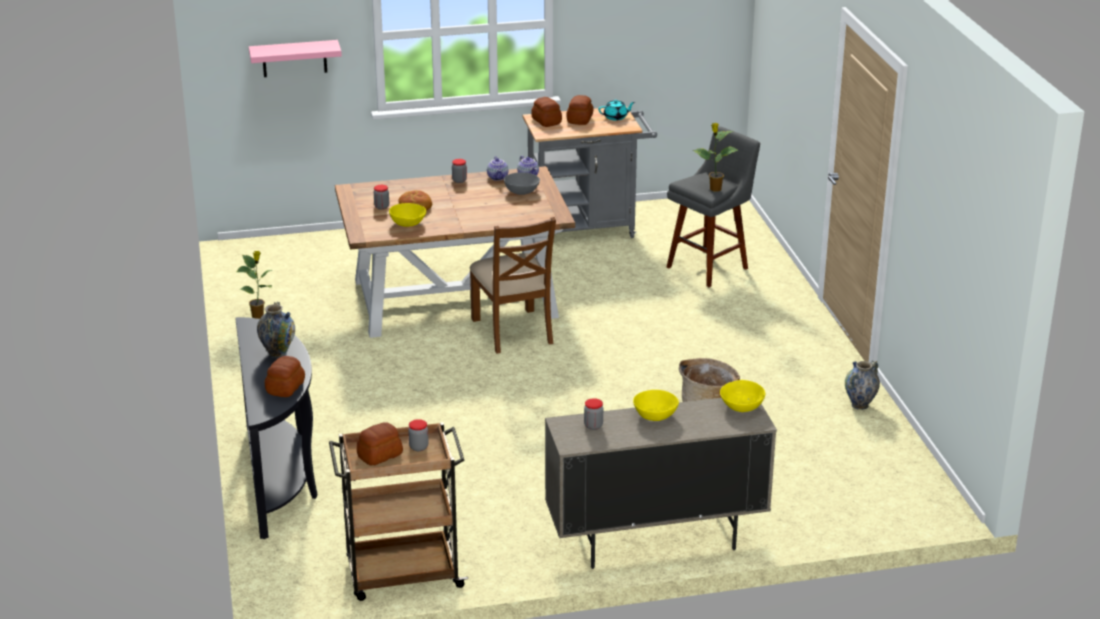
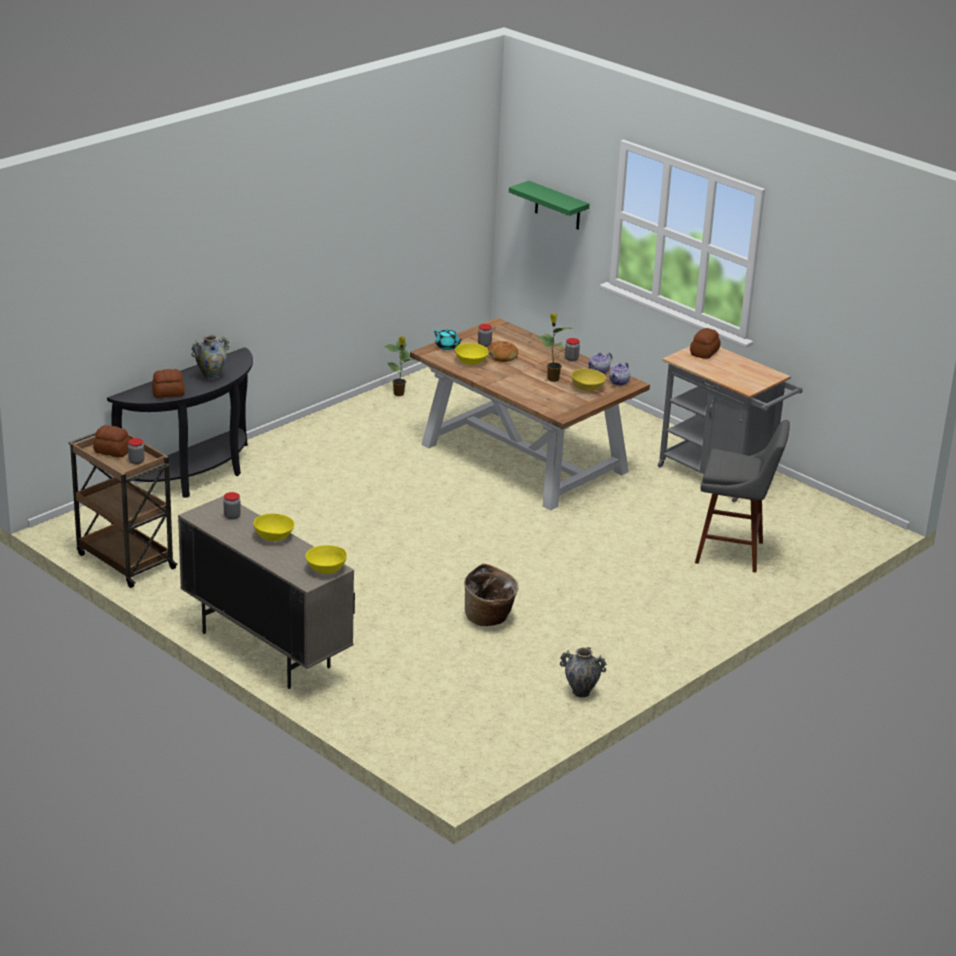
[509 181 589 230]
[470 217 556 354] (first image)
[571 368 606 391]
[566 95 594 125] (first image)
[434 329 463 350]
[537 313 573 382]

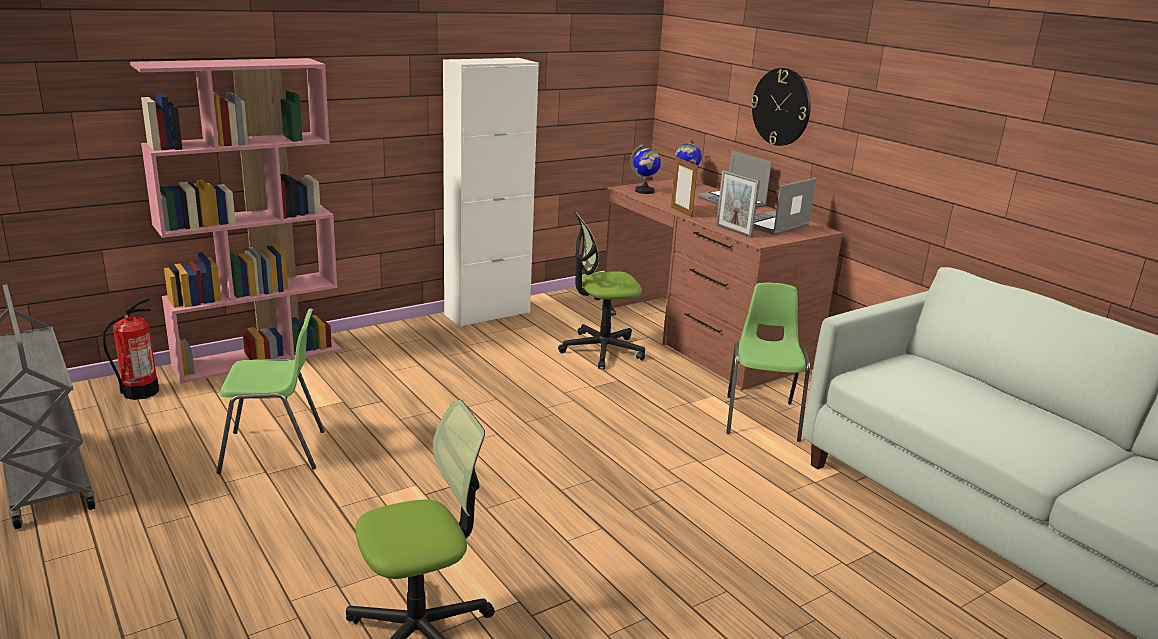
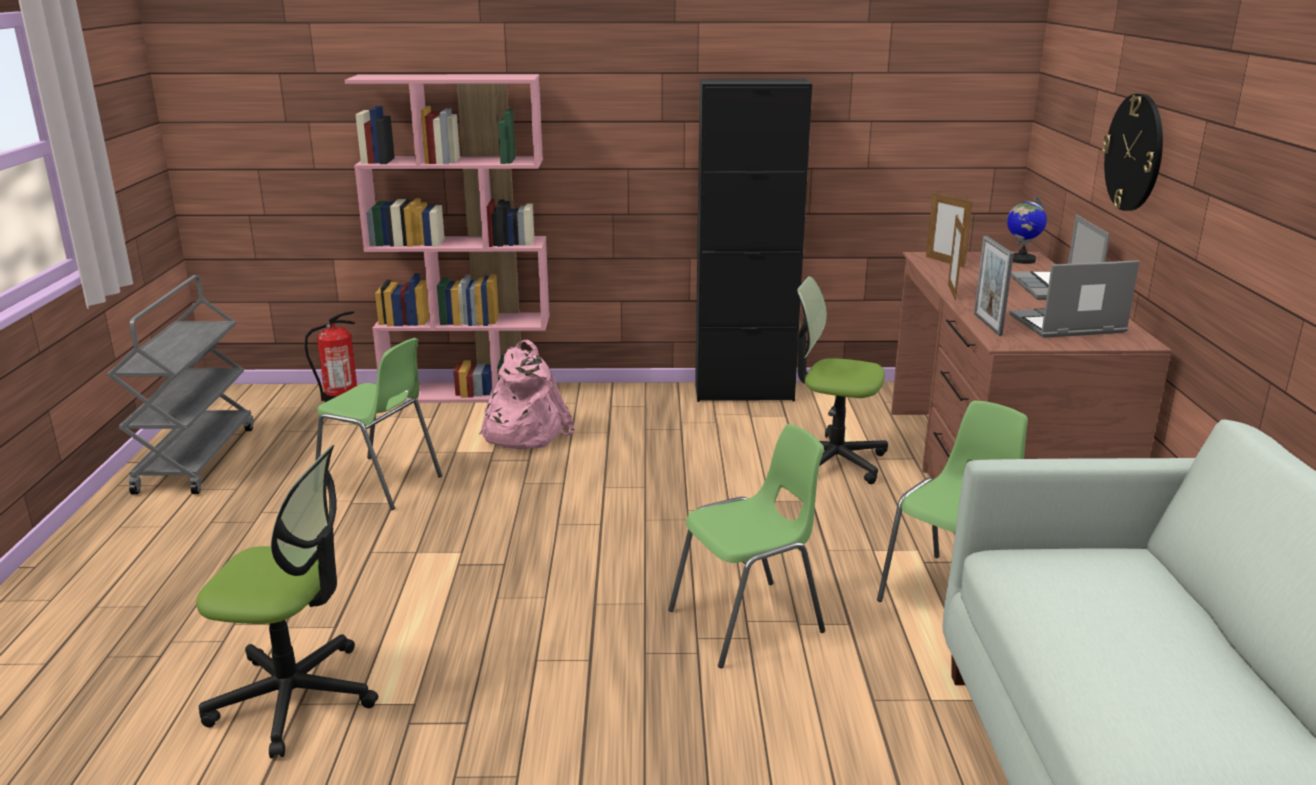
[695 79 812 402]
[926 191 973 268]
[479 340 575 449]
[668 424 825 668]

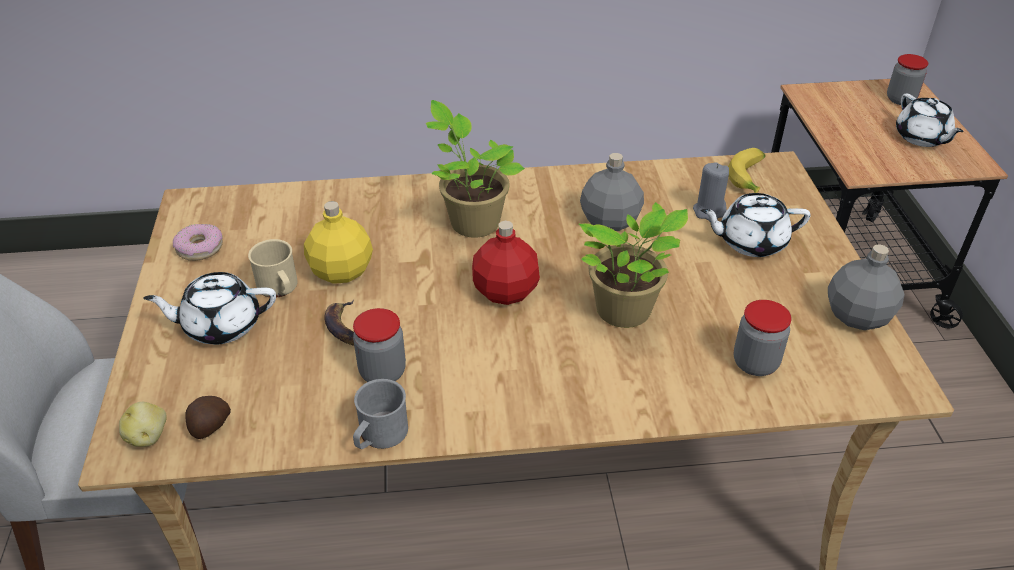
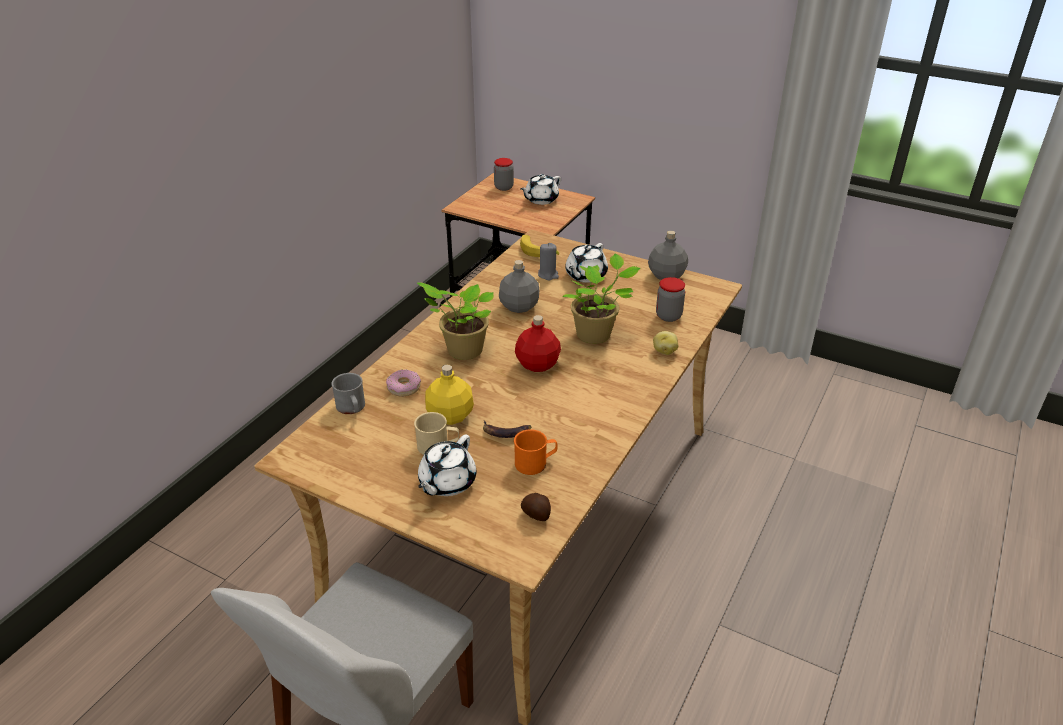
[653 331 679 355]
[386 369 421 397]
[353 308 406 382] (first image)
[331 373 365 414]
[520 174 561 205]
[514 429 558 475]

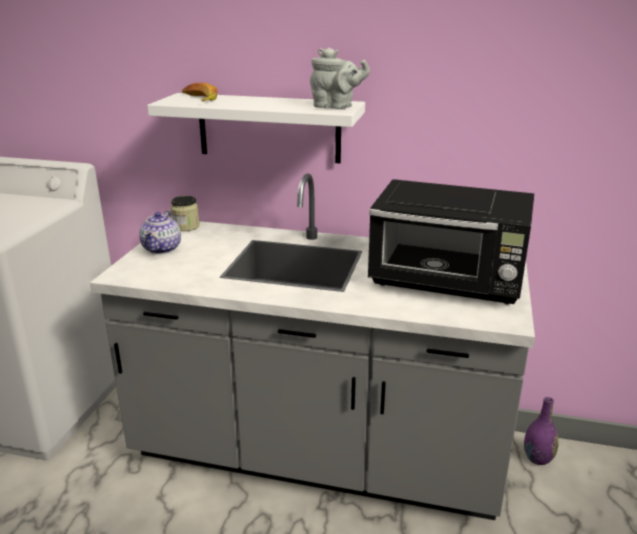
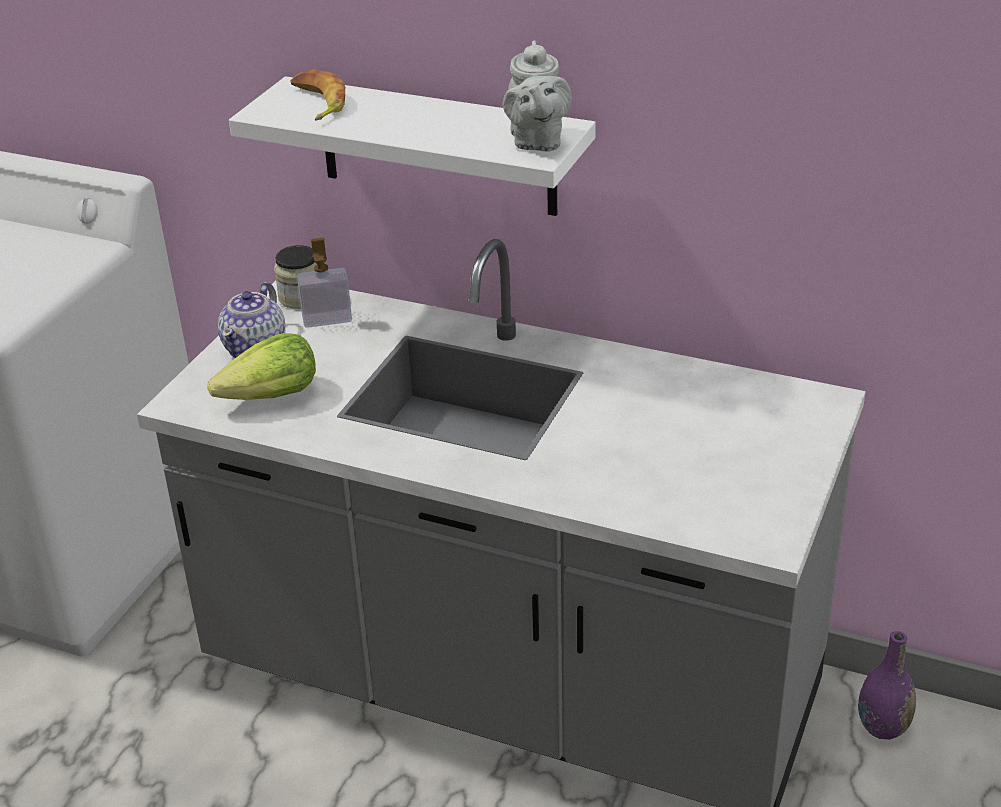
[503 40 571 151]
[368 179 534 304] (first image)
[207 333 316 400]
[297 238 352 328]

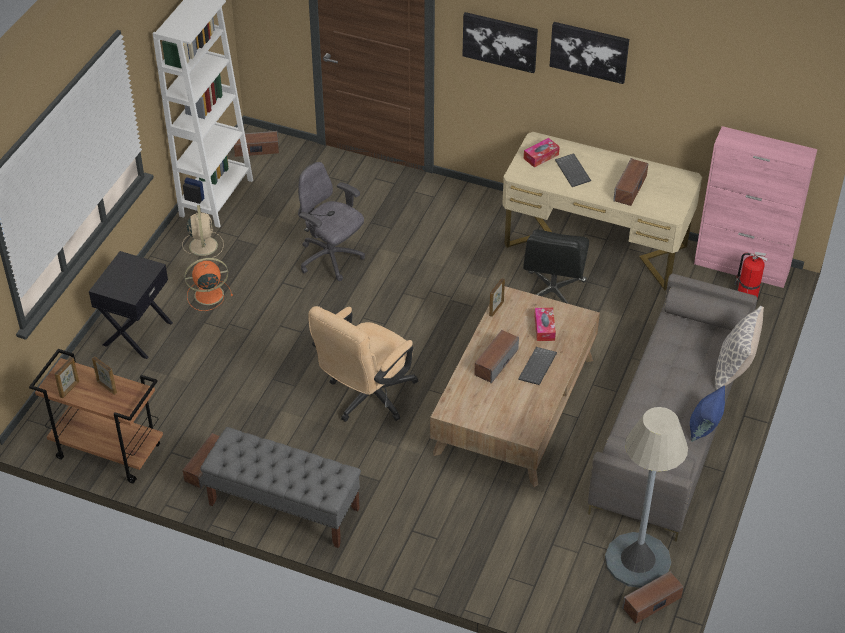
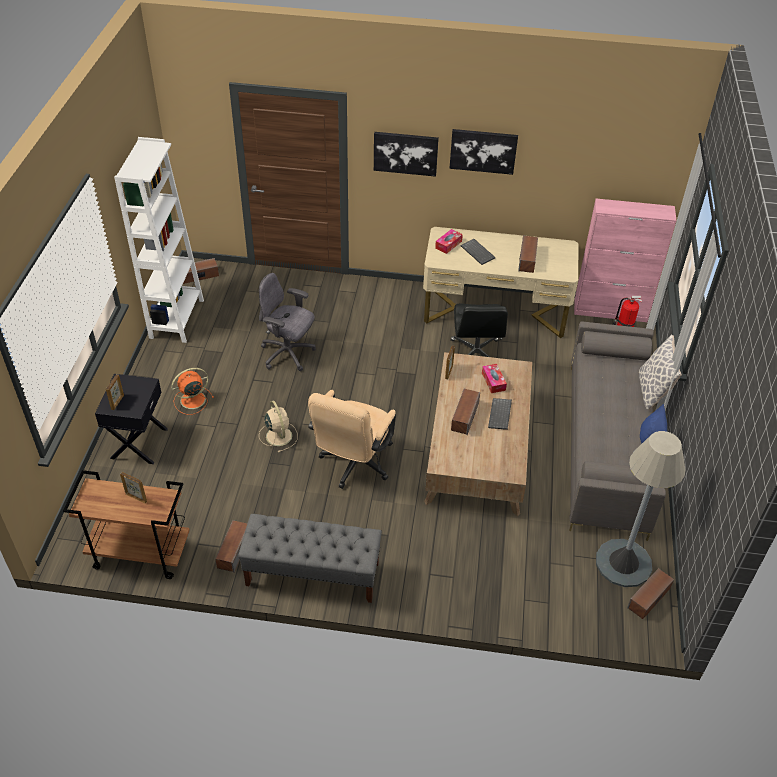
[106 374 124 410]
[259 401 298 452]

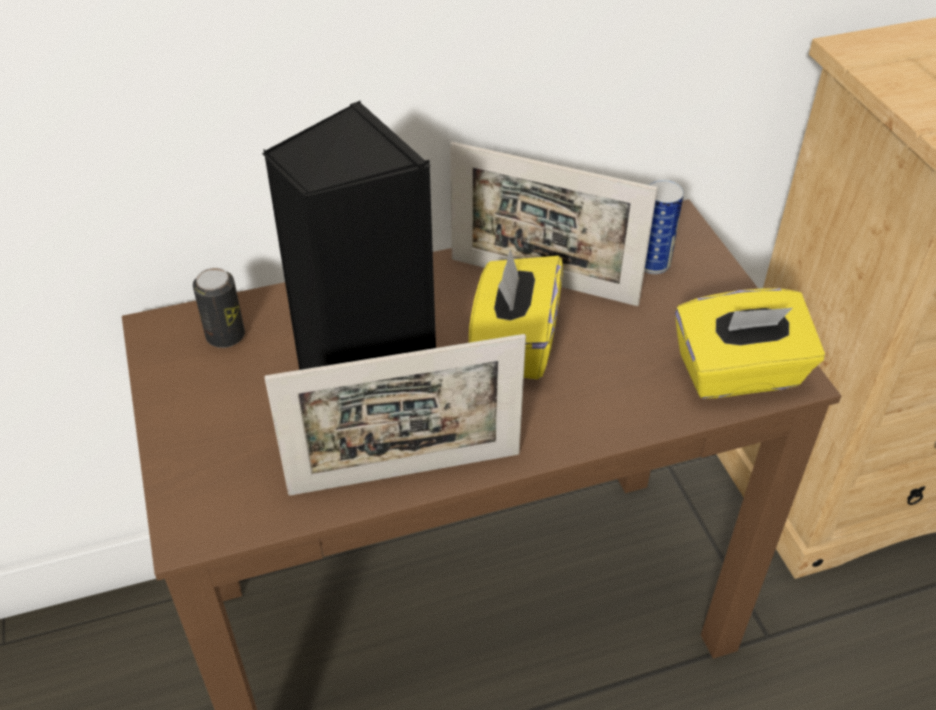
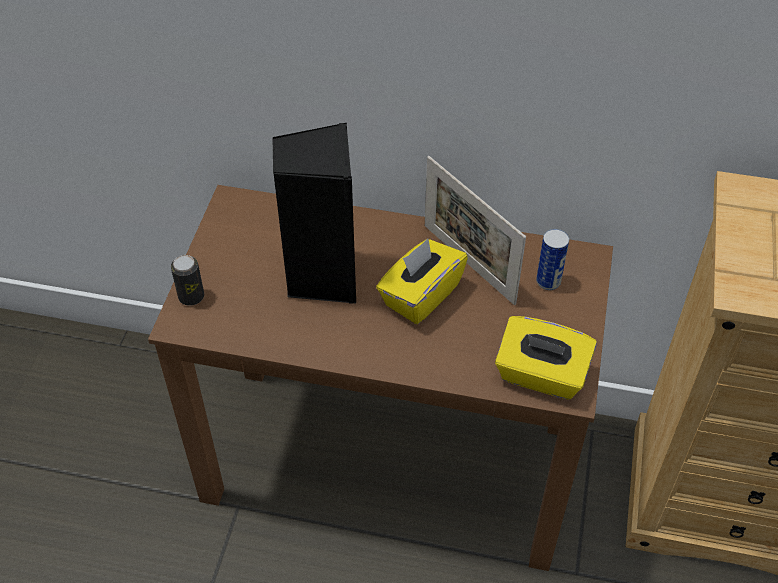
[171 255 204 306]
[264 334 526 496] (first image)

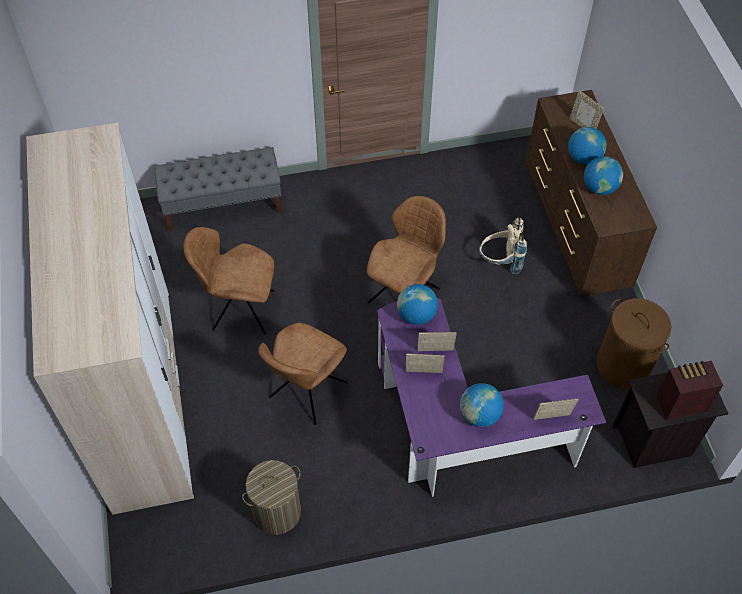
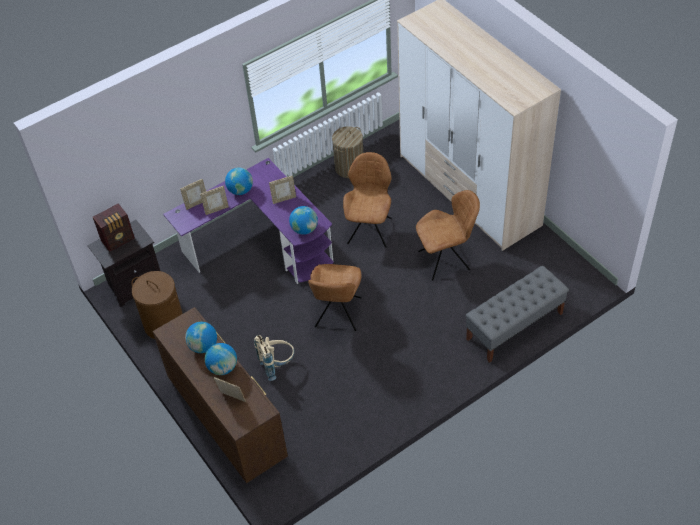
[200 186 229 215]

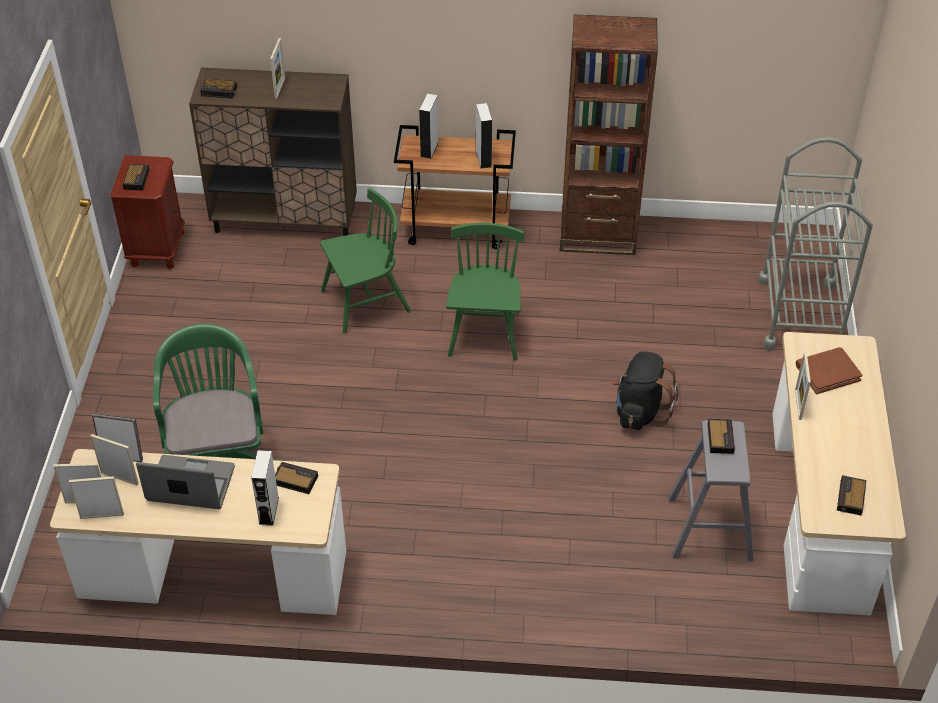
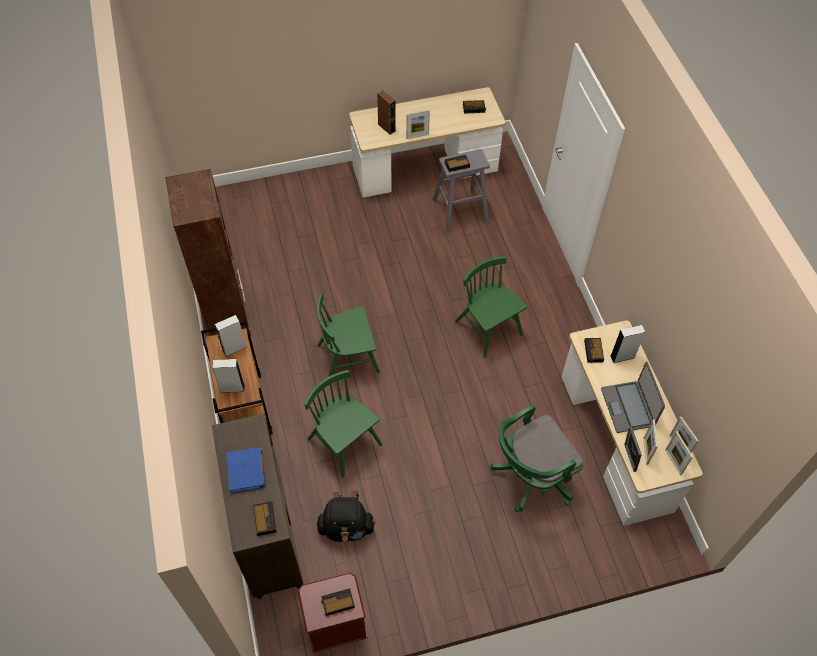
[227 447 265 493]
[317 491 376 542]
[758 137 873 350] (first image)
[377 91 396 135]
[455 256 527 358]

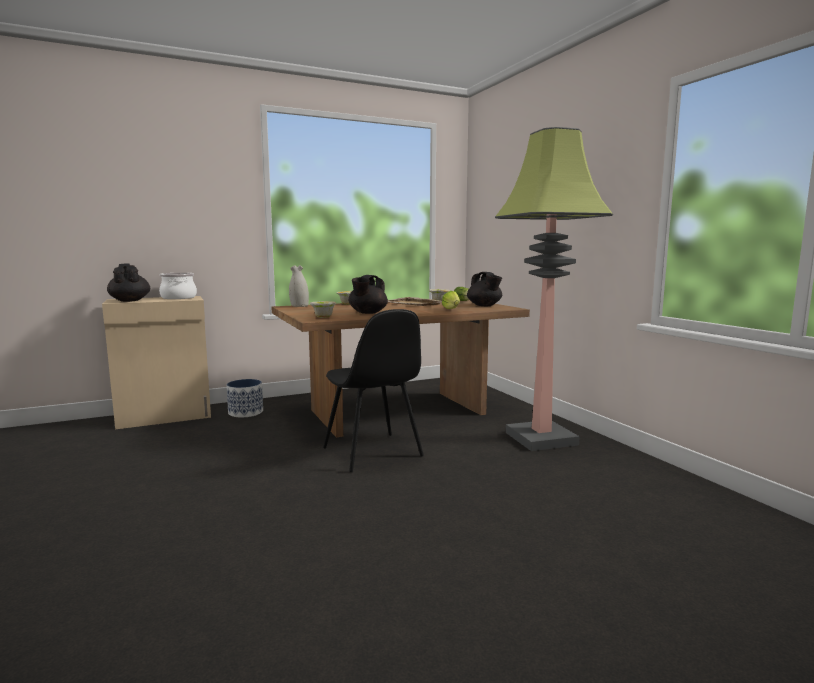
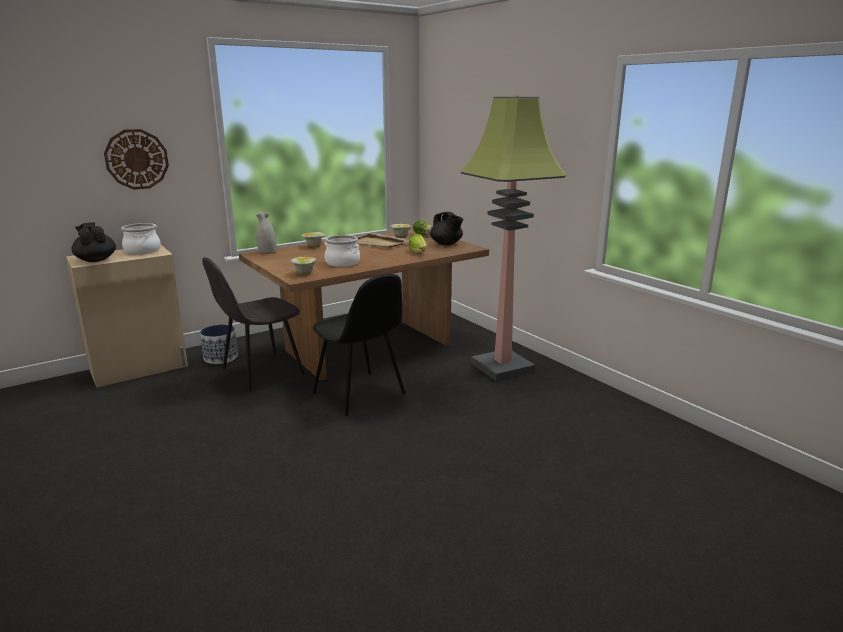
[324 235 360 267]
[104 129 169 190]
[202 257 305 391]

